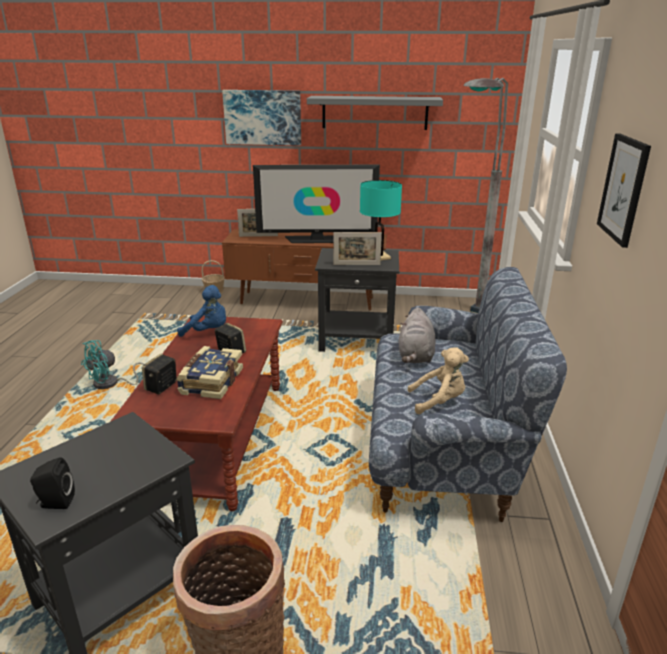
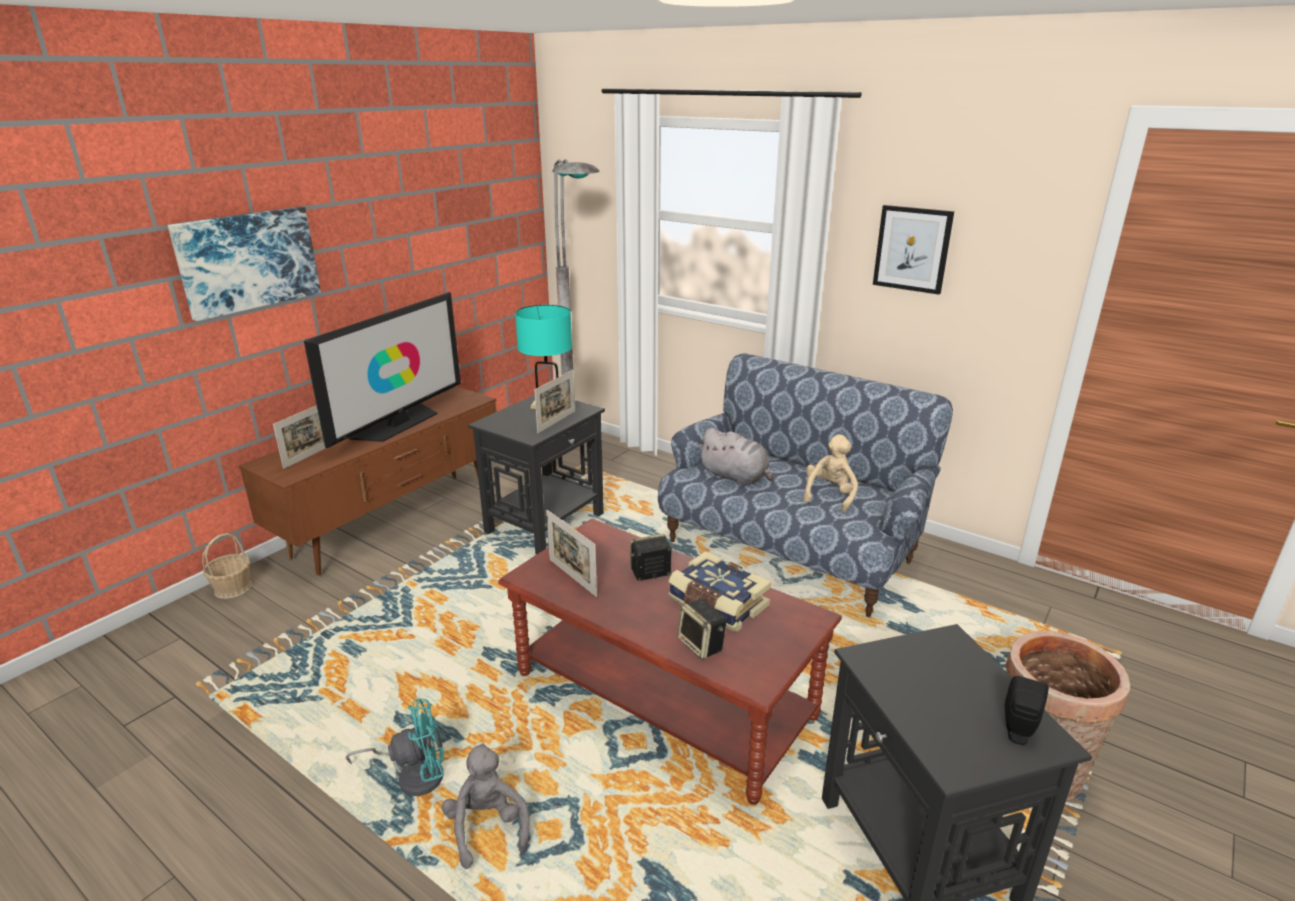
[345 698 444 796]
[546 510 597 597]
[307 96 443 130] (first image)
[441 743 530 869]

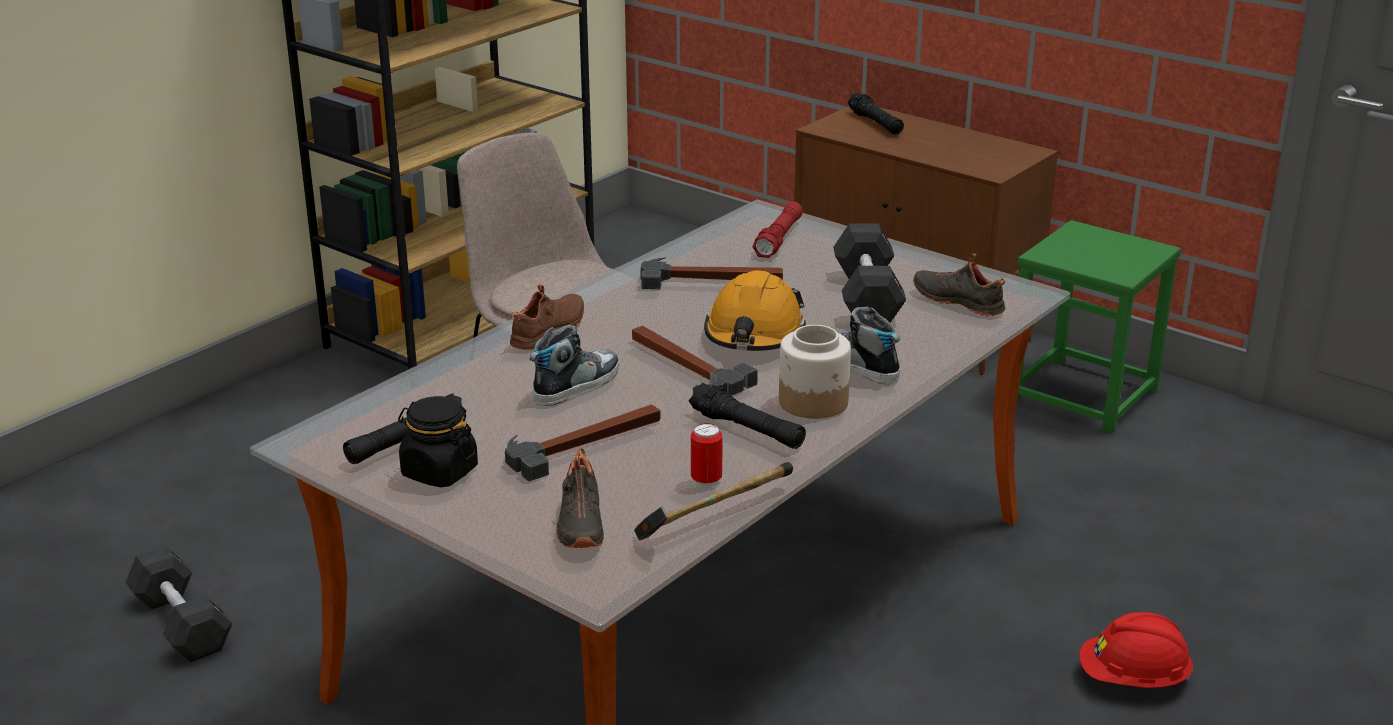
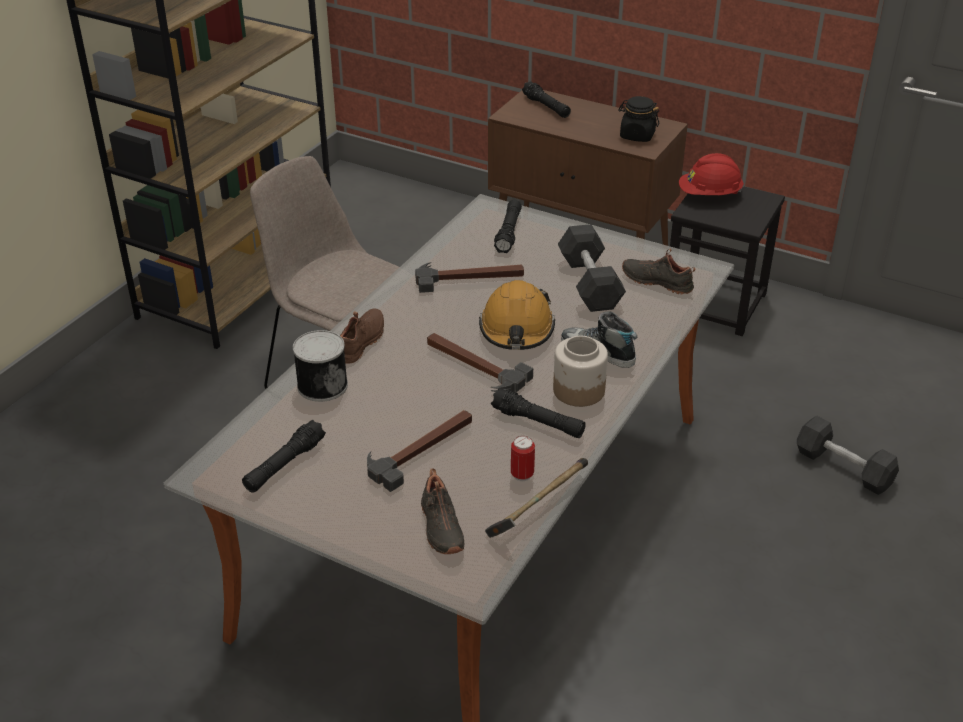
[797 416 899 495]
[618 96 659 142]
[530 325 620 406] (first image)
[494 200 522 253]
[670 186 785 336]
[679 153 744 195]
[293 330 348 402]

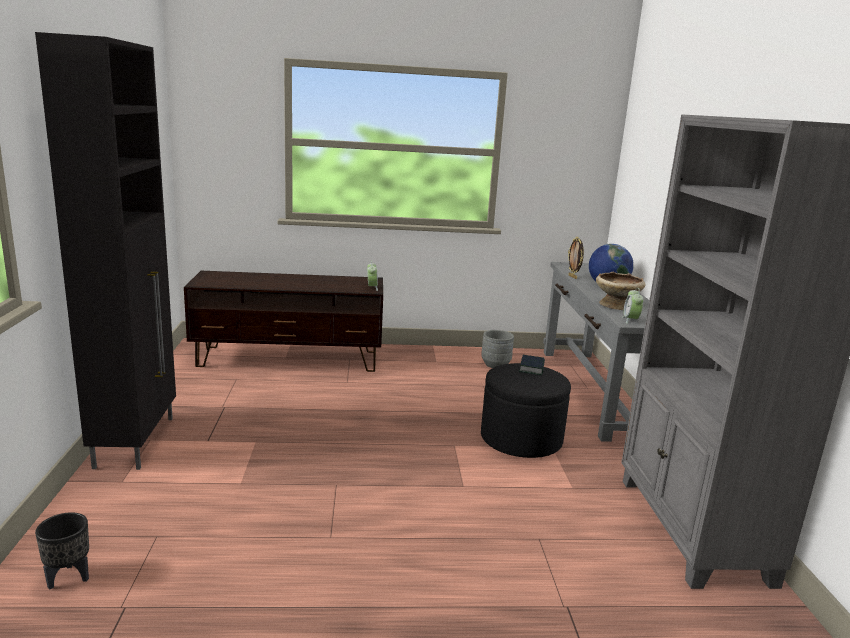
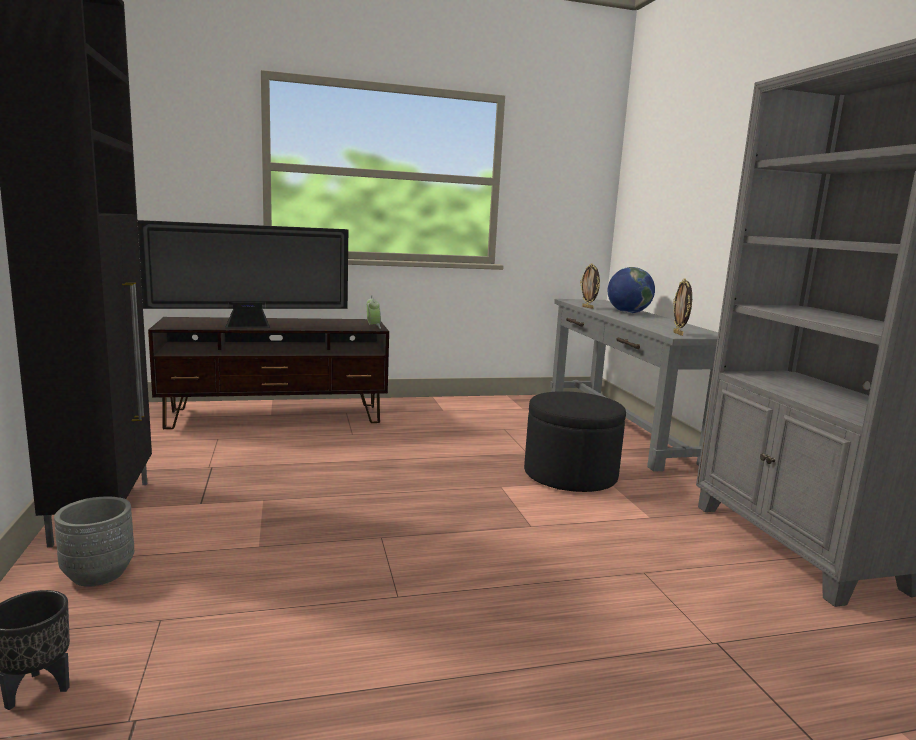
[54 497 134 587]
[519 355 545 375] (first image)
[596 272 646 310] (first image)
[673 278 692 336]
[138 220 348 328]

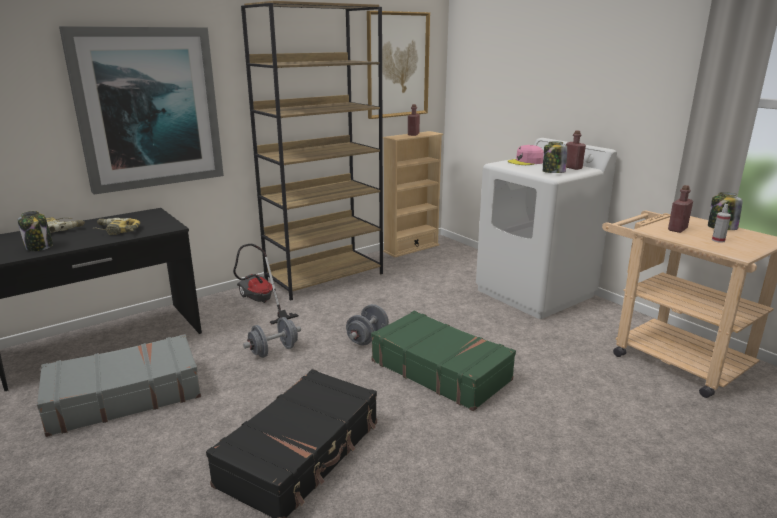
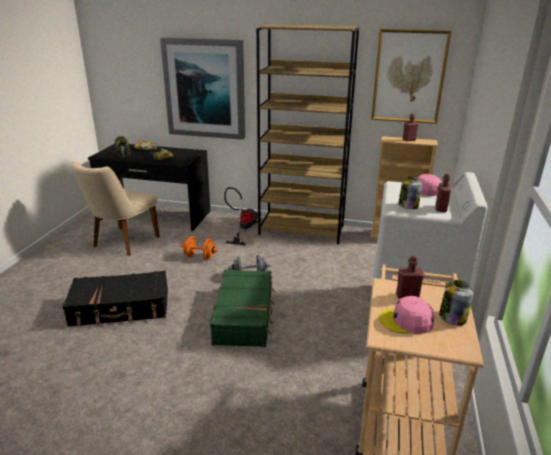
[71 161 160 256]
[181 236 218 260]
[379 296 434 334]

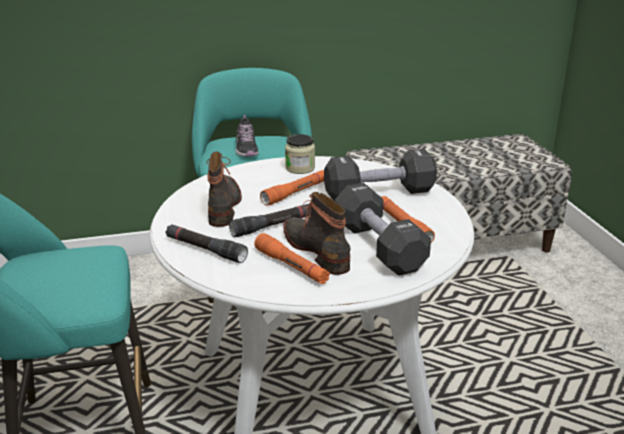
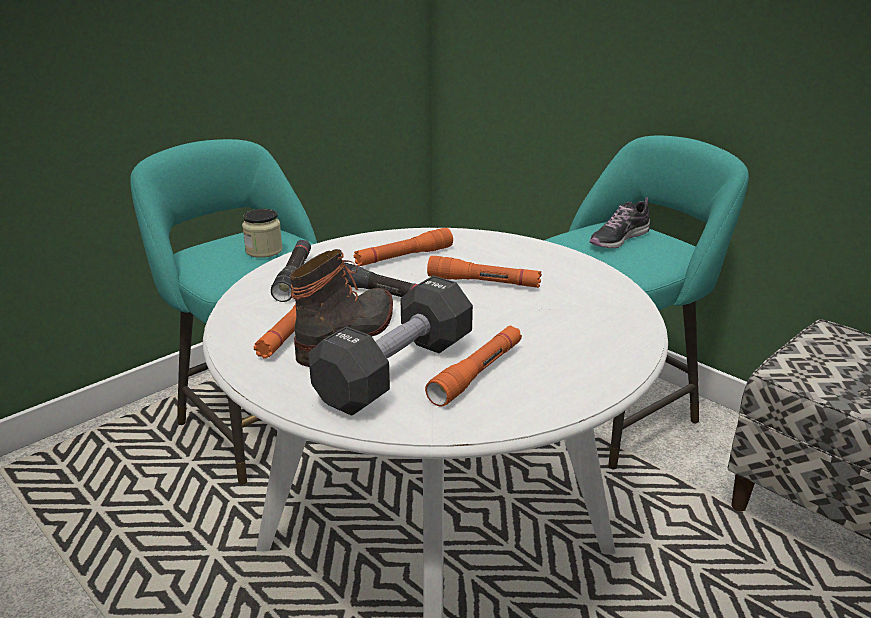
[354 228 453 266]
[242 209 283 258]
[324 149 437 201] (first image)

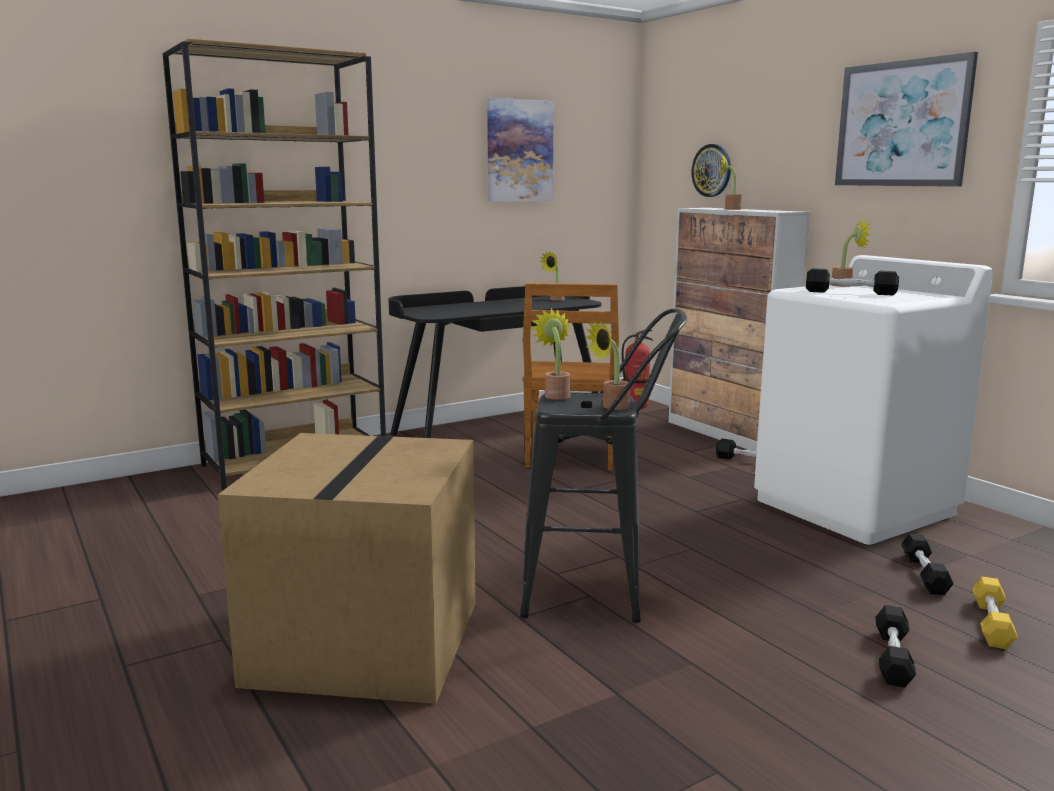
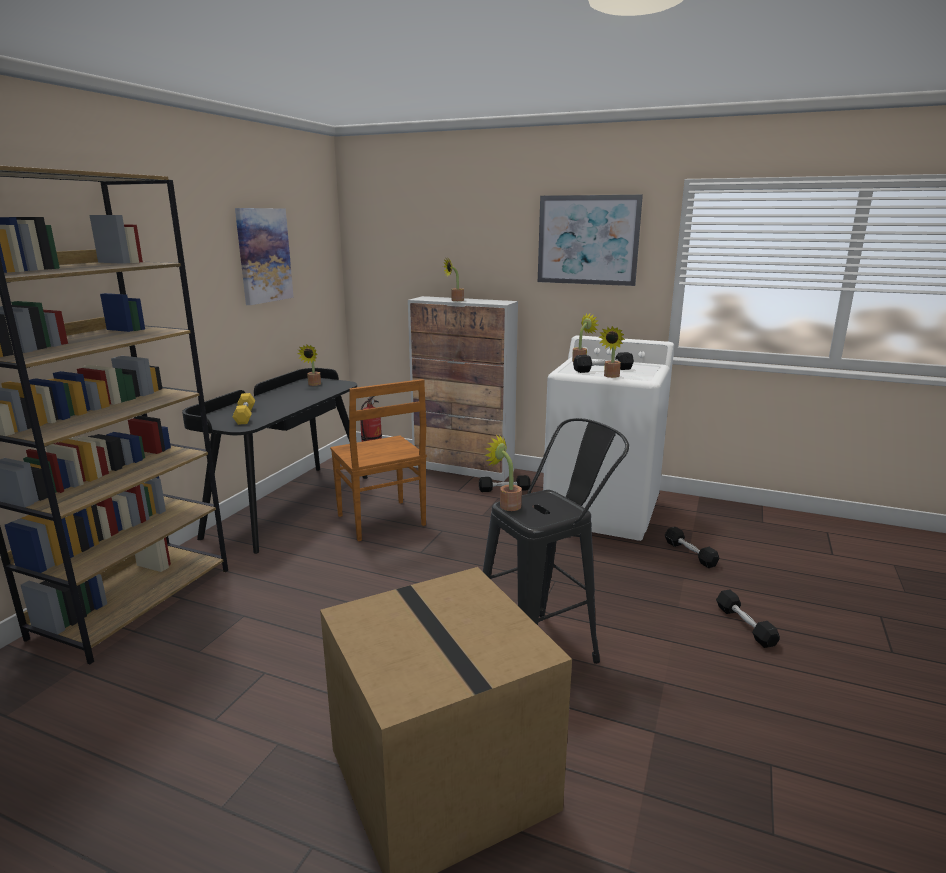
[599 326 625 378]
[691 144 731 197] (first image)
[232 393 255 425]

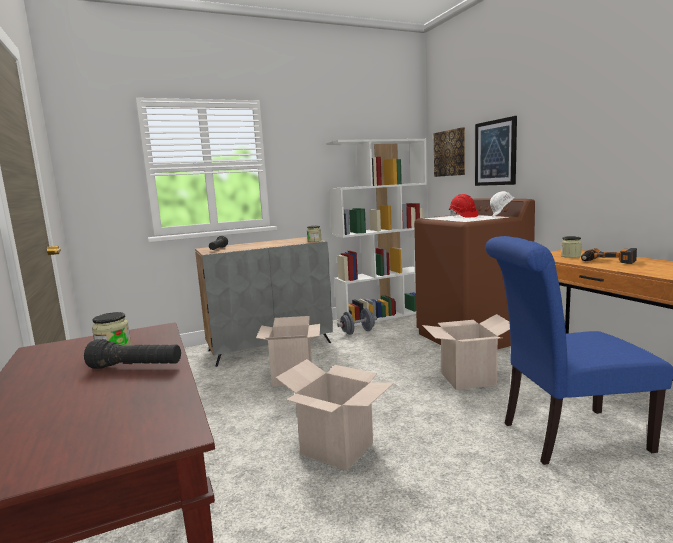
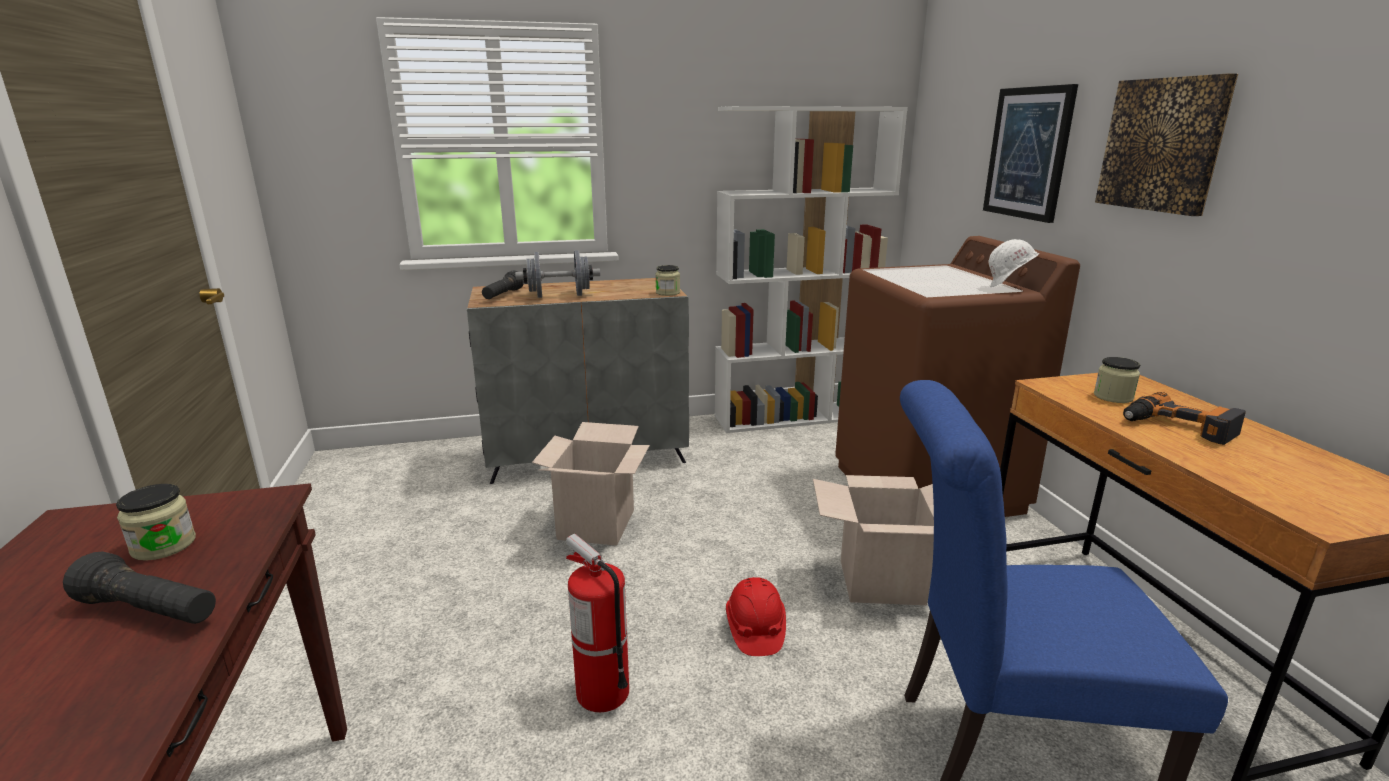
[566 534 629 712]
[515 250 600 298]
[1095 73 1238 216]
[726 577 786 656]

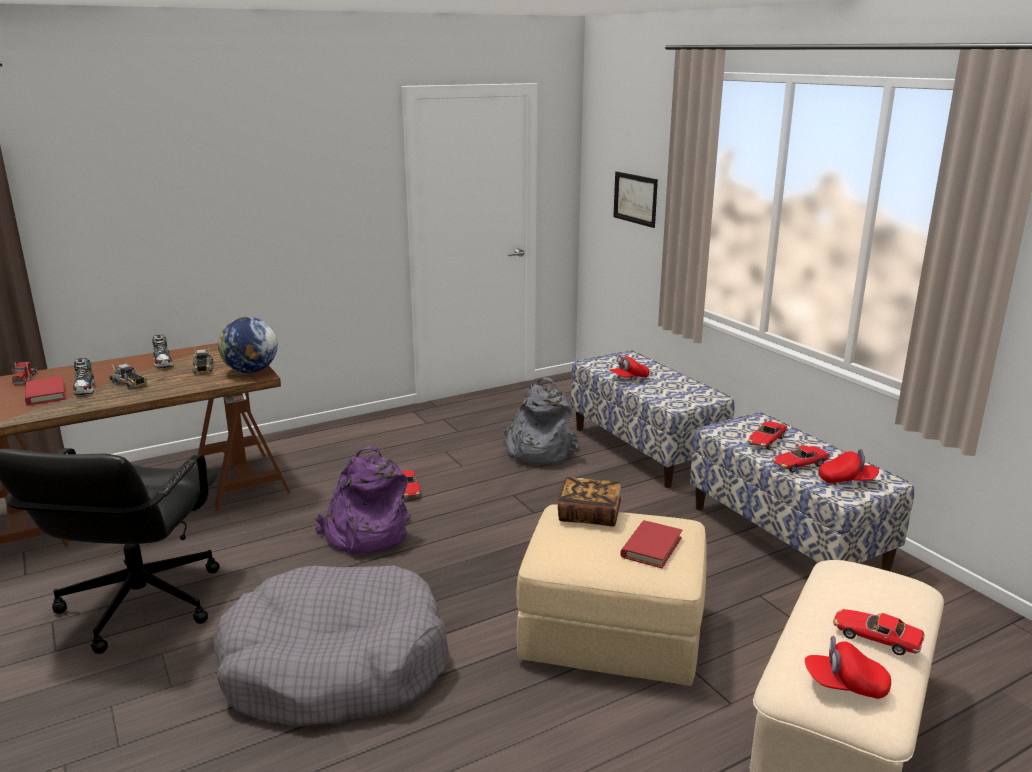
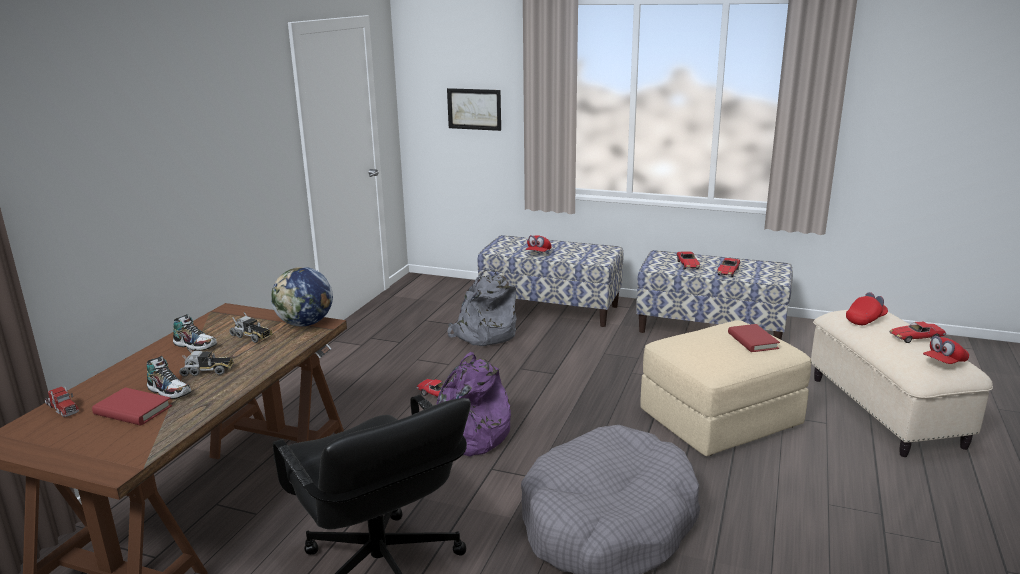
[558 477 621 527] (first image)
[846 292 888 325]

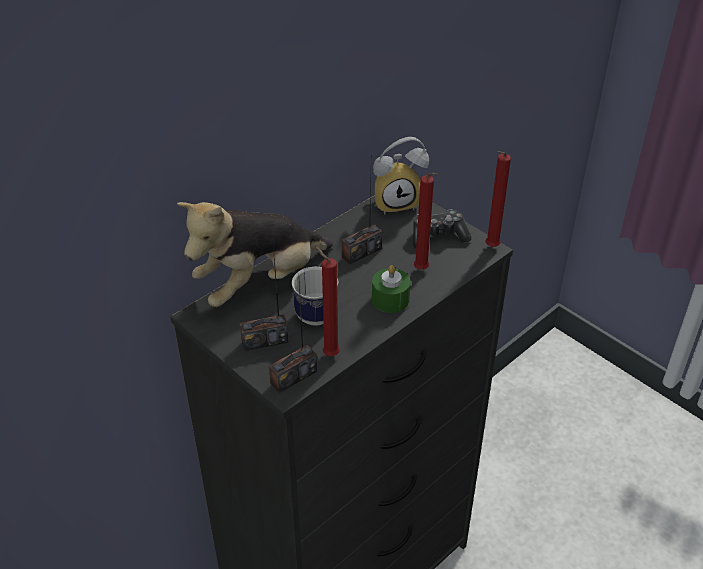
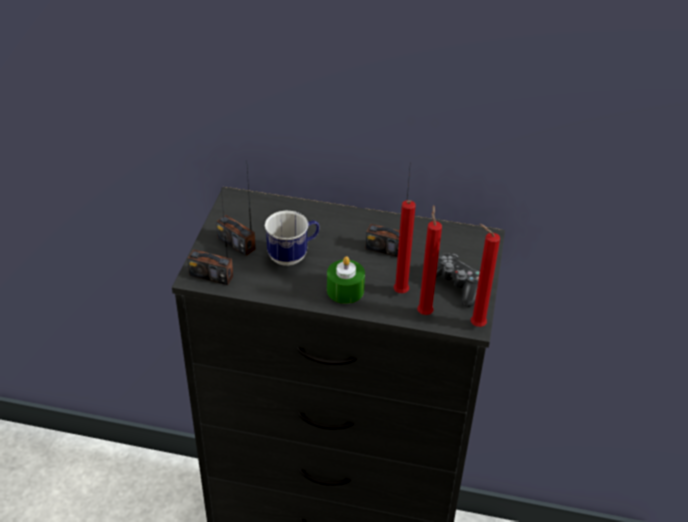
[177 202 333 307] (first image)
[417 205 442 315]
[373 137 429 215] (first image)

